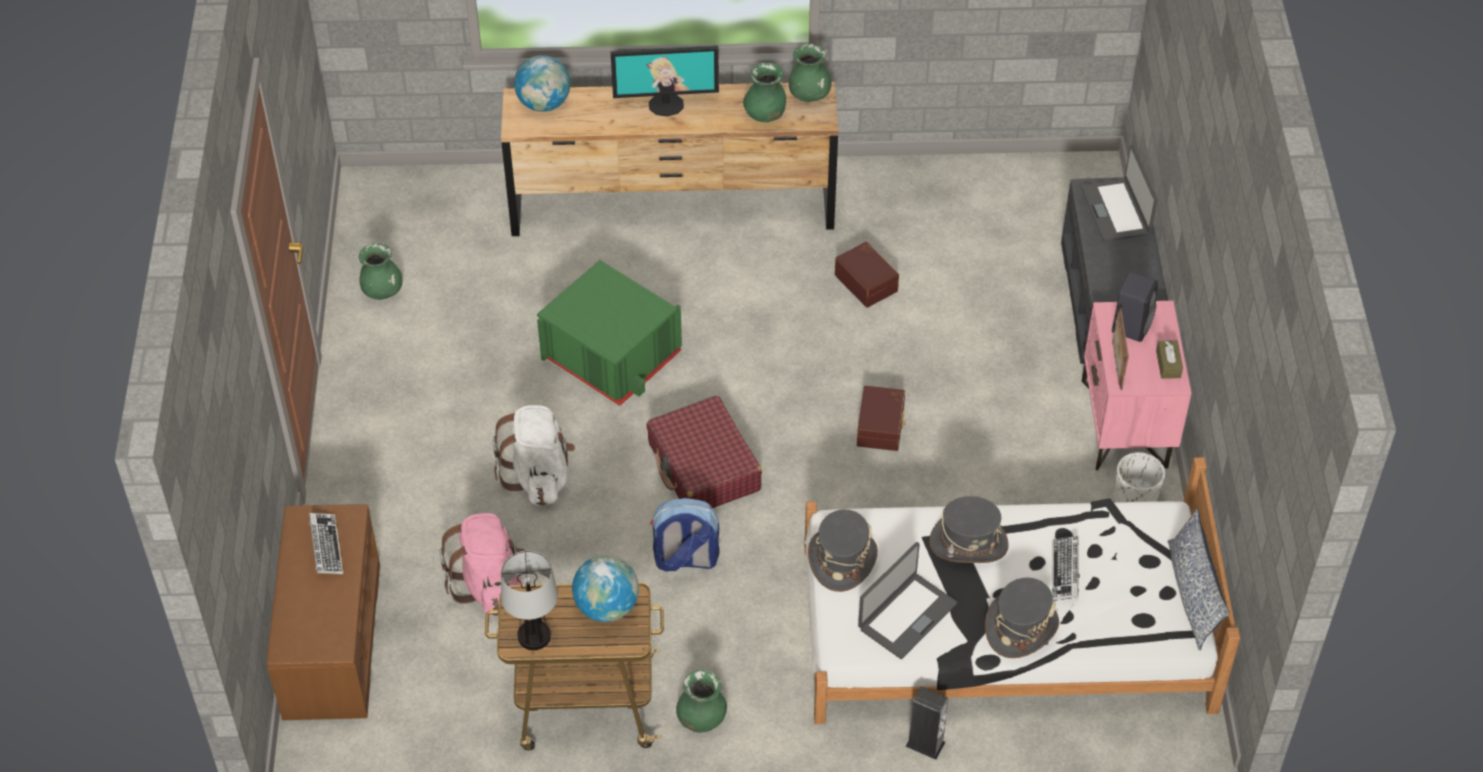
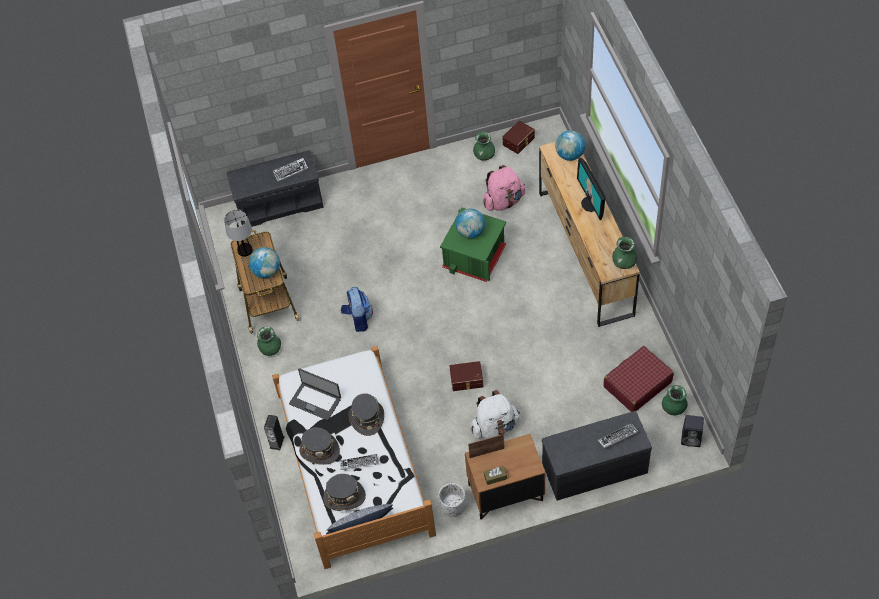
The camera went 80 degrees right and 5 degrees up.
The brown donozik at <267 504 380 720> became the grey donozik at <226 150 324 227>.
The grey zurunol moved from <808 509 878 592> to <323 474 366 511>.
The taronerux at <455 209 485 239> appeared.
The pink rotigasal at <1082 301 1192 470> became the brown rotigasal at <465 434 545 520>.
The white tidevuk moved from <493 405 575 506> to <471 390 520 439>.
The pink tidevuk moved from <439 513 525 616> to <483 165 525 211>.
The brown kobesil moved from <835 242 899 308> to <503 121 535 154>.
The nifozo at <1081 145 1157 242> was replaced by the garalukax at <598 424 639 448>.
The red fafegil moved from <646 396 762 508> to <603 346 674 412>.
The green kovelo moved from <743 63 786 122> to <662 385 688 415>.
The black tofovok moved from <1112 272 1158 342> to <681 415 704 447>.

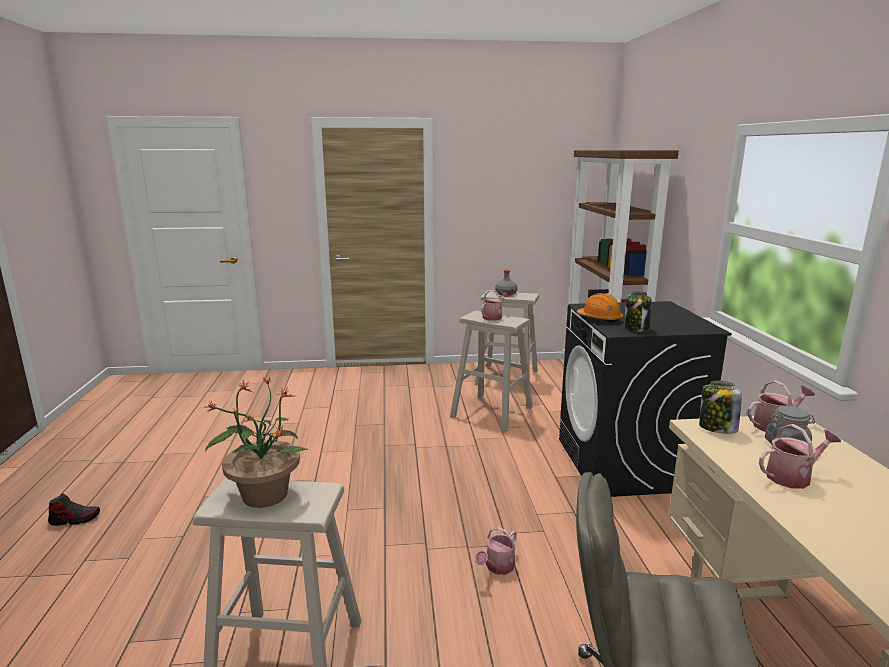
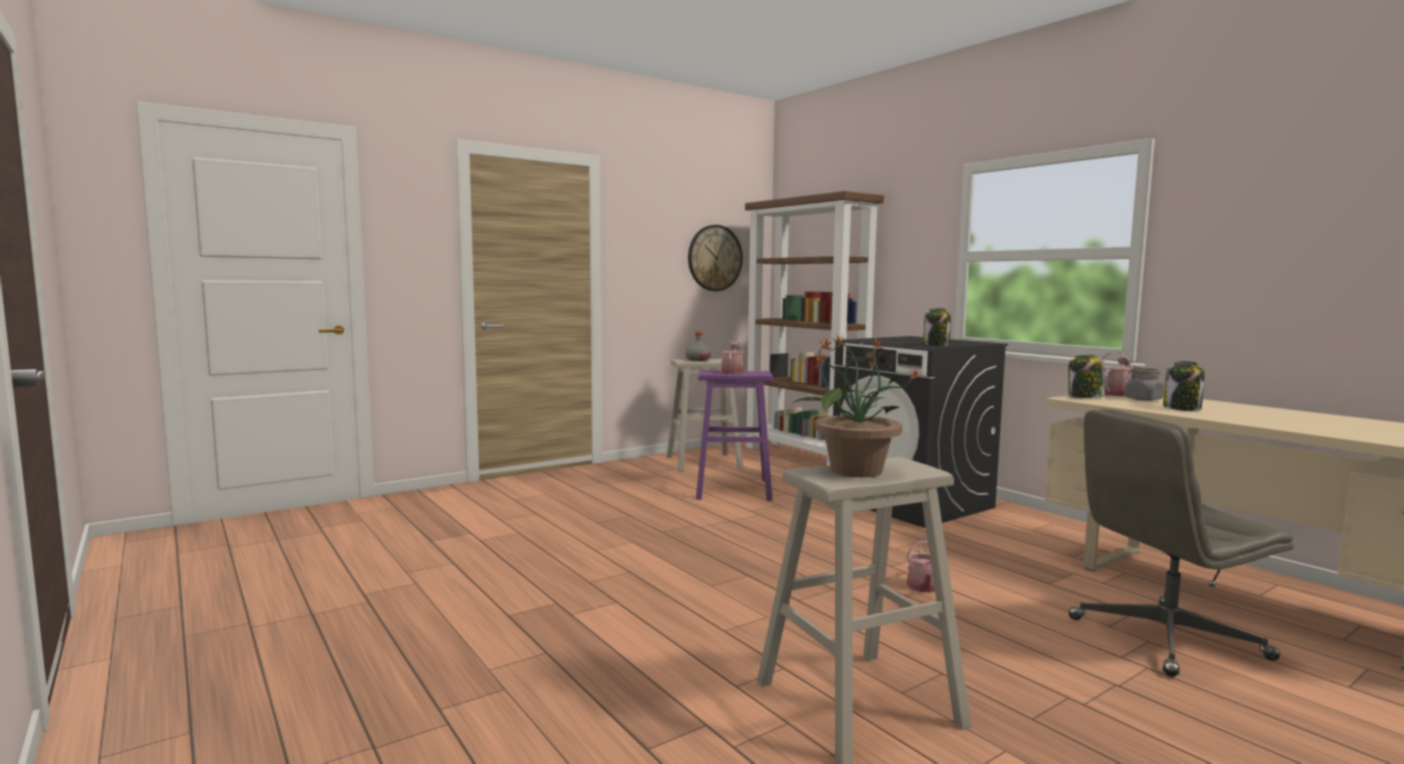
The camera went 30 degrees left and 10 degrees down.
The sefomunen at <688 225 743 291> appeared.
The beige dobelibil at <450 311 533 432> became the purple dobelibil at <696 370 773 501>.
The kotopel at <759 424 841 489> was replaced by the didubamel at <1163 361 1205 411>.
The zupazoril at <48 493 100 526> disappeared.
The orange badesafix at <577 293 623 323> disappeared.

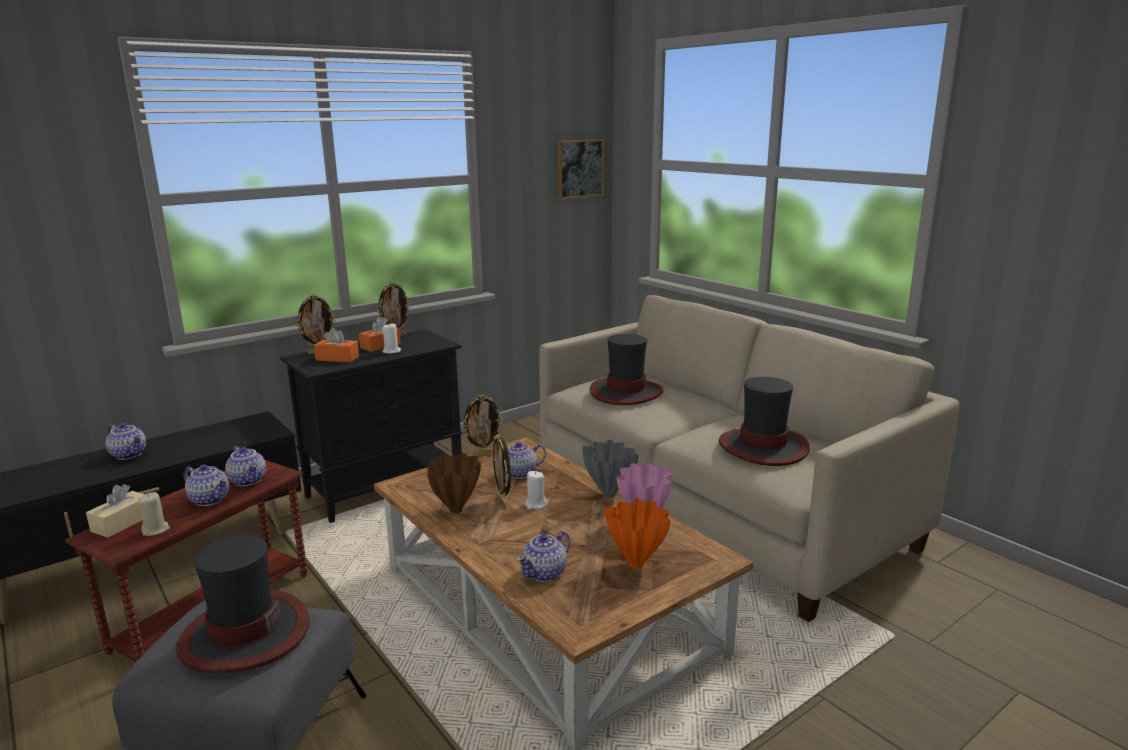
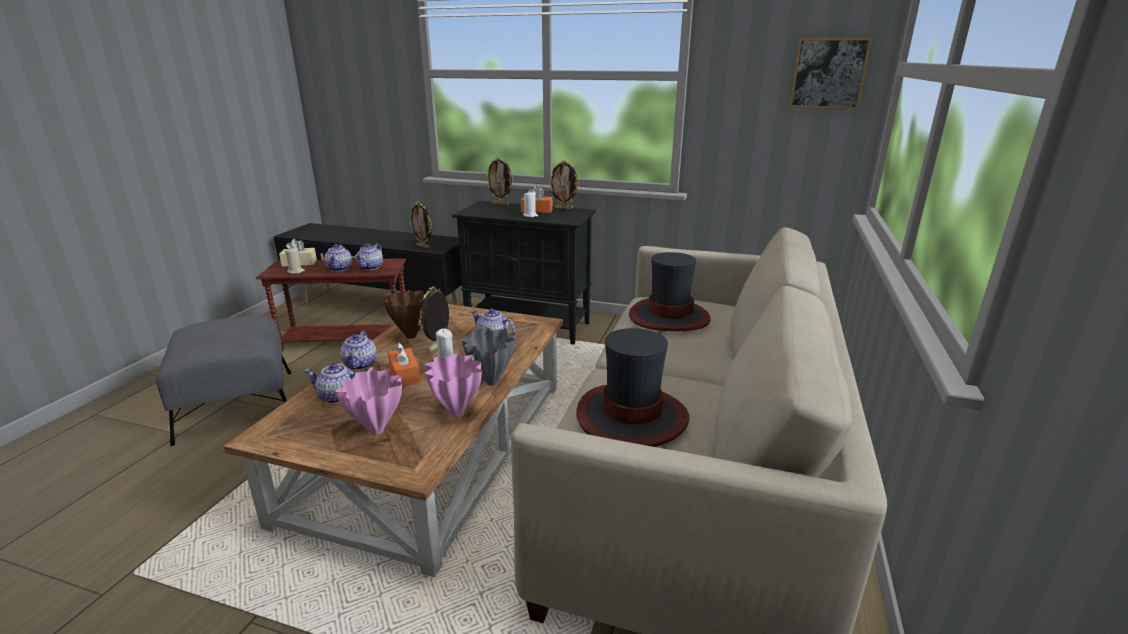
The camera went 55 degrees right and 5 degrees up.
The orange kovelo at <604 498 671 569> became the pink kovelo at <335 367 402 435>.
The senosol moved from <106 423 146 460> to <340 331 377 370>.
The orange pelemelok moved from <314 328 359 362> to <388 342 421 386>.
The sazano moved from <462 395 503 456> to <409 202 432 249>.
The zurunol at <176 535 310 673> disappeared.

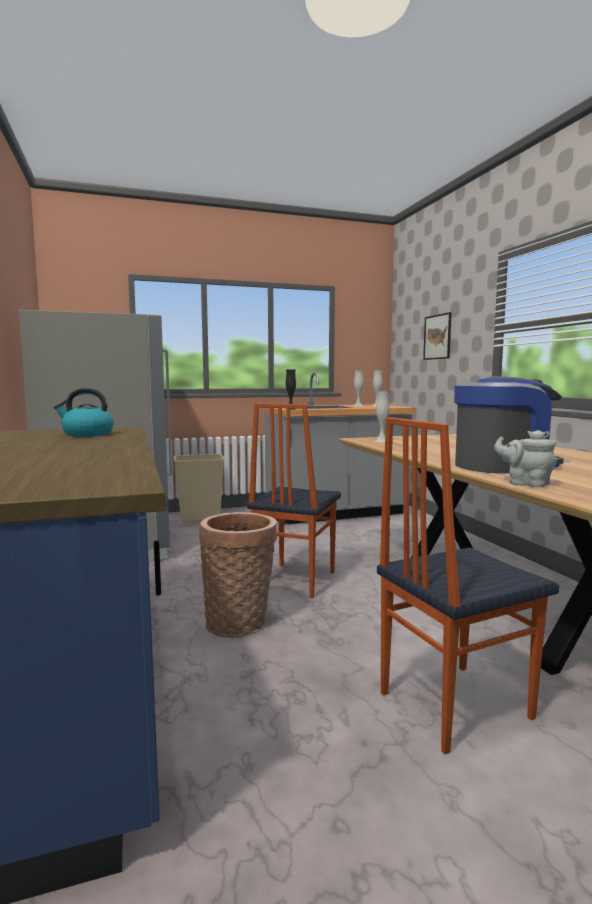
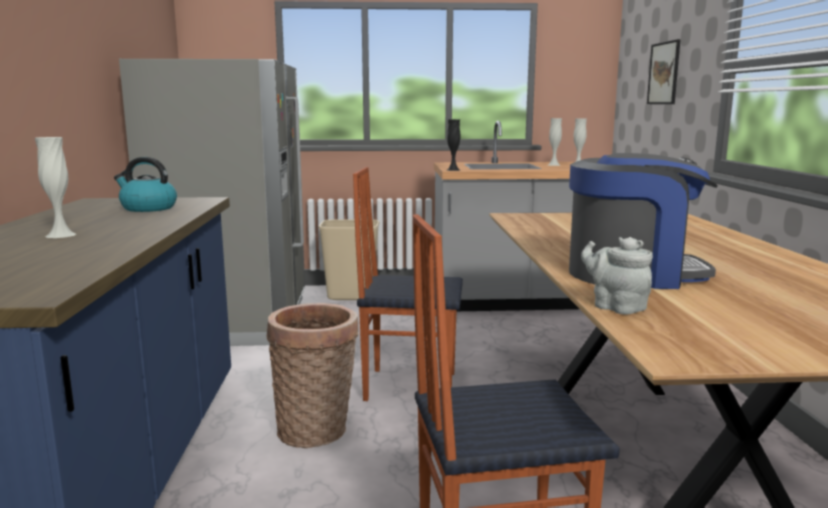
The camera went 15 degrees right and 5 degrees up.
The white kovelo moved from <375 392 389 442> to <35 137 76 238>.
The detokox at <247 403 341 598> turned 60 degrees clockwise.

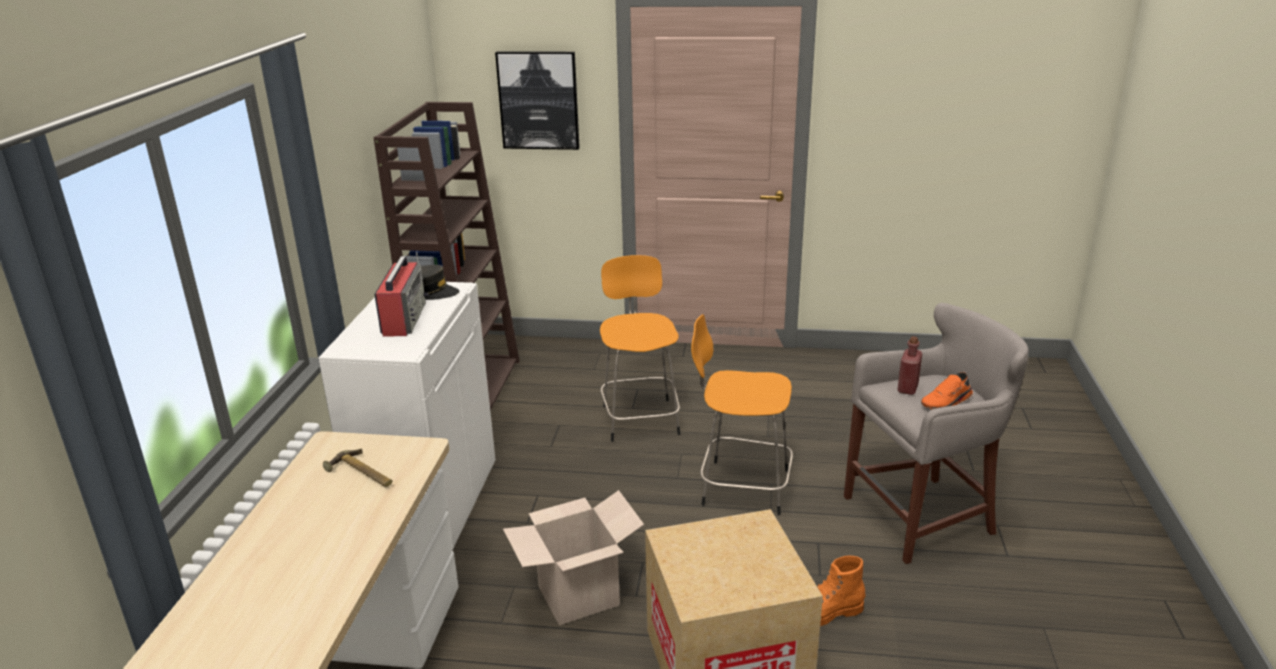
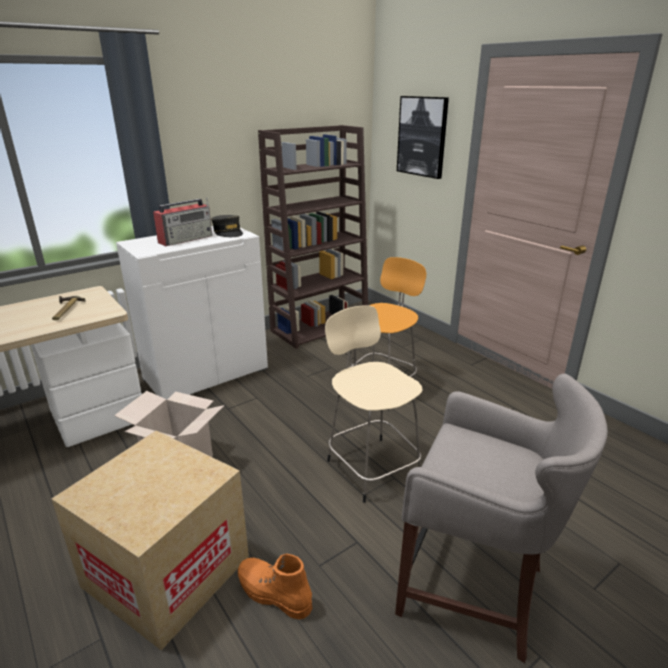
The camera went 45 degrees right and 0 degrees up.
The orange dobelibil at <691 314 793 515> became the beige dobelibil at <325 306 423 503>.
The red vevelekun at <897 336 922 395> disappeared.
The orange zupazoril at <921 372 973 410> disappeared.

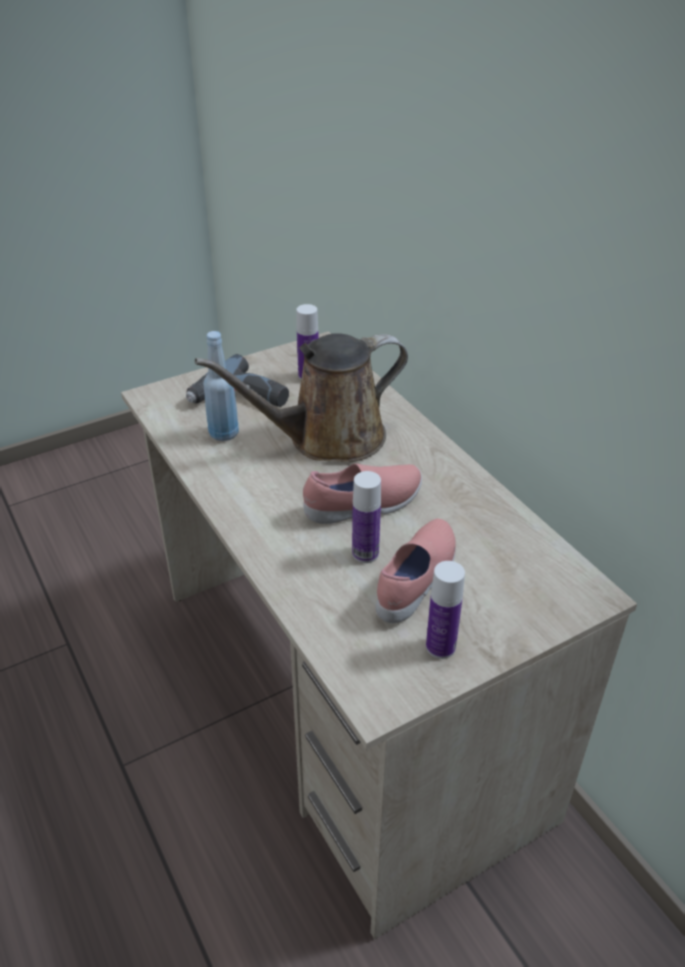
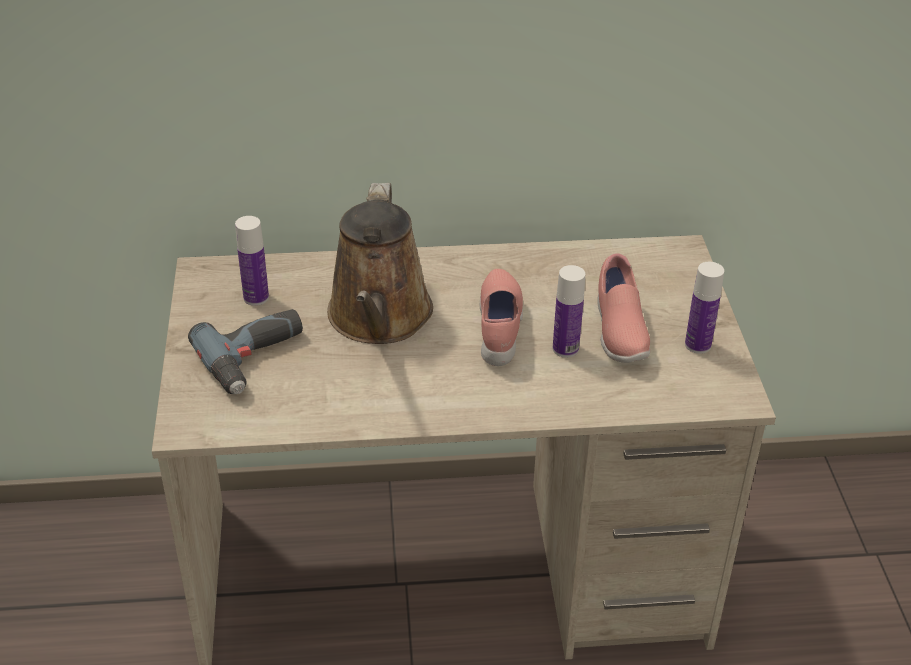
The camera went 65 degrees left and 0 degrees up.
The pink zupazoril at <375 519 456 623> turned 150 degrees counterclockwise.
The blue vevelekun at <203 331 239 441> disappeared.

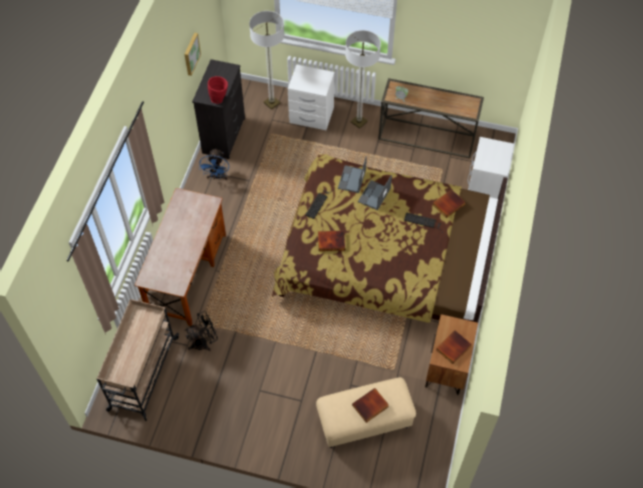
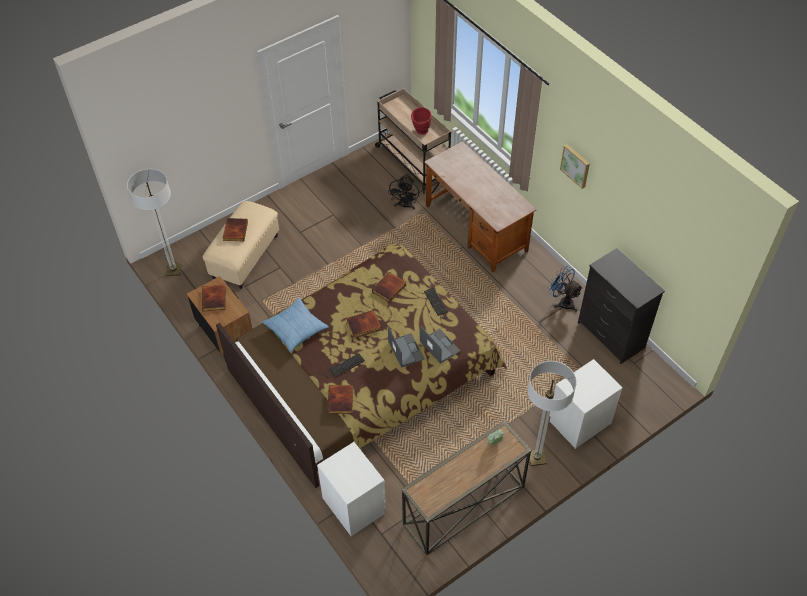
The camera went 130 degrees right and 5 degrees down.
The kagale moved from <249 11 284 109> to <127 169 181 276>.
The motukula at <262 297 329 353> appeared.
The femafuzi at <347 310 382 338> appeared.
The red kovelo moved from <208 76 228 104> to <411 107 431 135>.
The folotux moved from <185 33 201 76> to <560 144 590 189>.

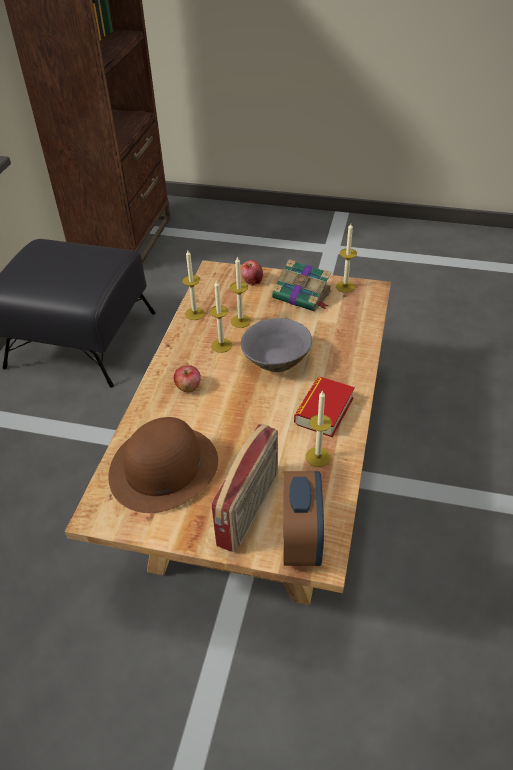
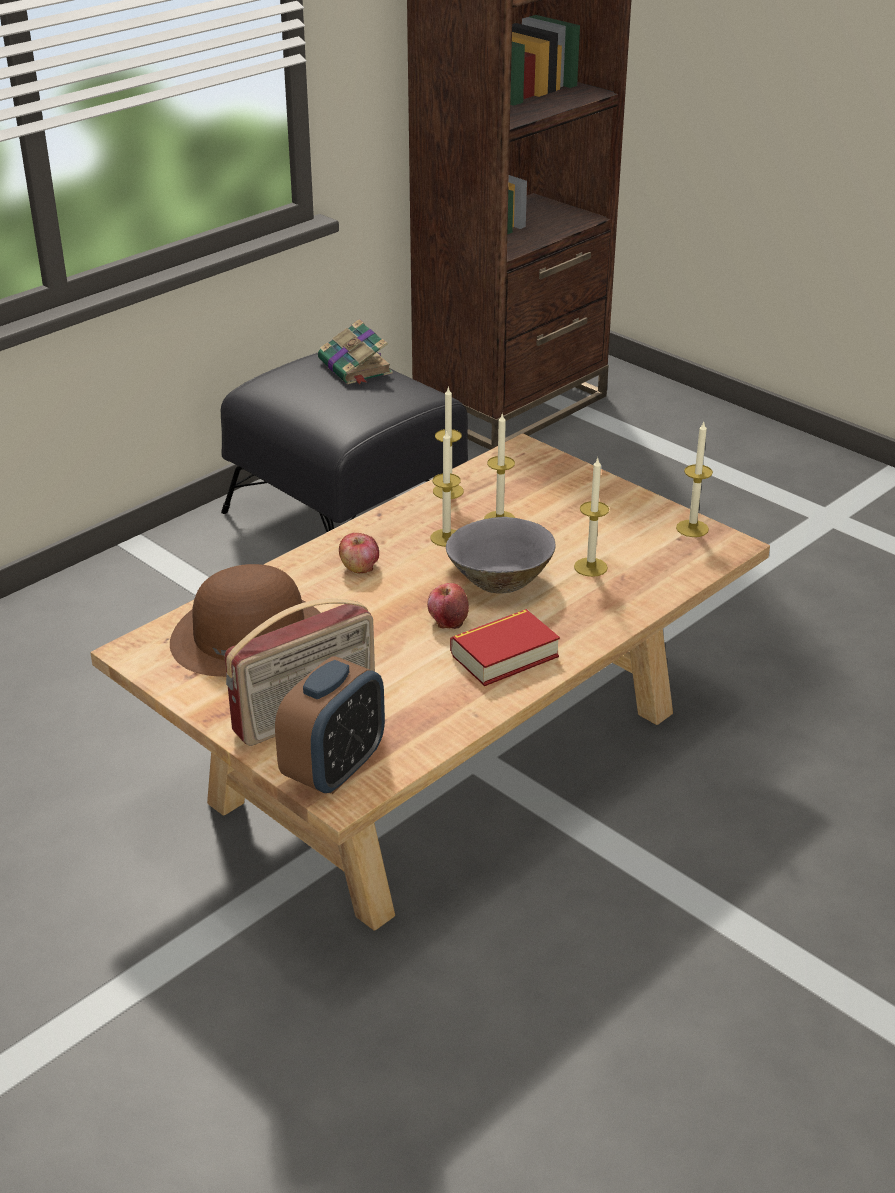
The camera went 30 degrees right and 10 degrees down.
The femafuzi moved from <272 259 332 312> to <318 319 393 384>.
The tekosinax moved from <241 260 263 286> to <427 583 469 629>.
The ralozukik moved from <306 390 332 467> to <574 457 609 577>.

